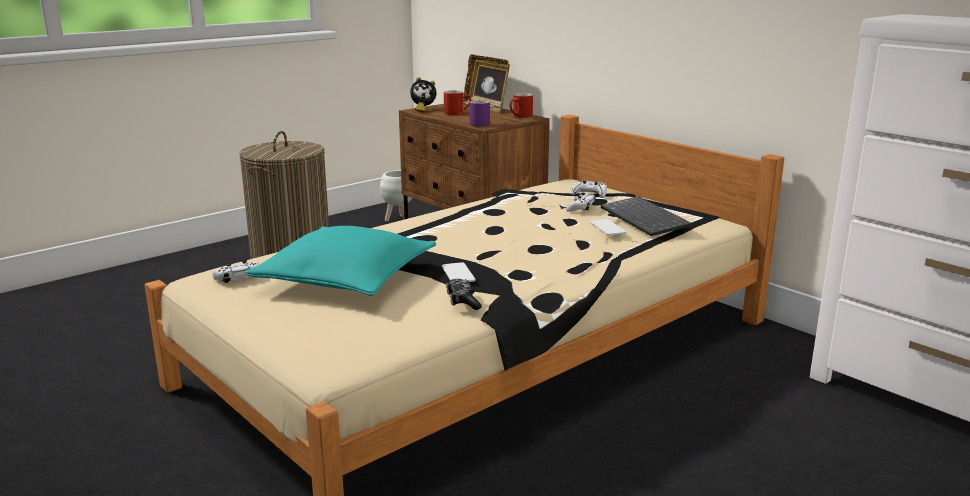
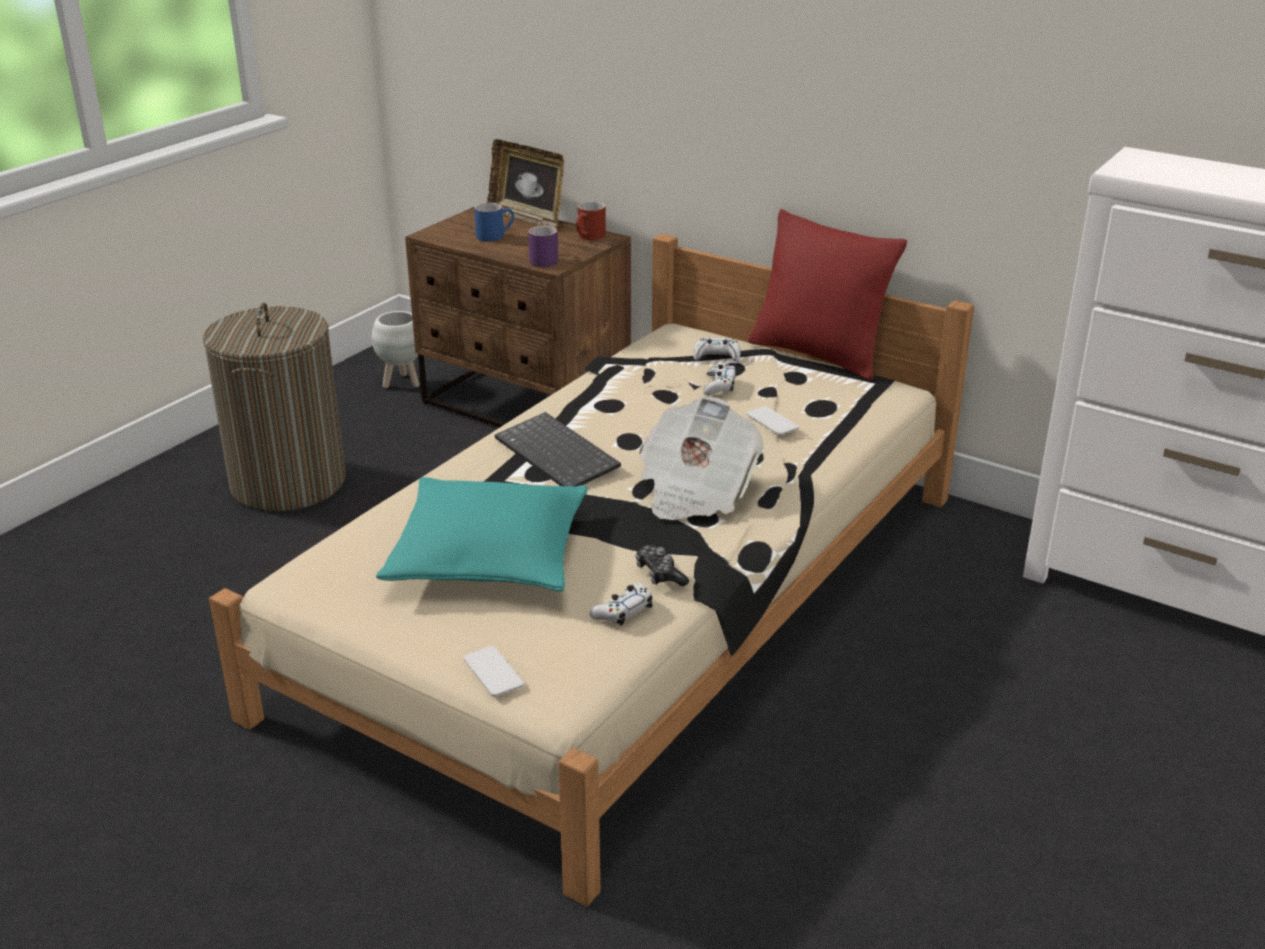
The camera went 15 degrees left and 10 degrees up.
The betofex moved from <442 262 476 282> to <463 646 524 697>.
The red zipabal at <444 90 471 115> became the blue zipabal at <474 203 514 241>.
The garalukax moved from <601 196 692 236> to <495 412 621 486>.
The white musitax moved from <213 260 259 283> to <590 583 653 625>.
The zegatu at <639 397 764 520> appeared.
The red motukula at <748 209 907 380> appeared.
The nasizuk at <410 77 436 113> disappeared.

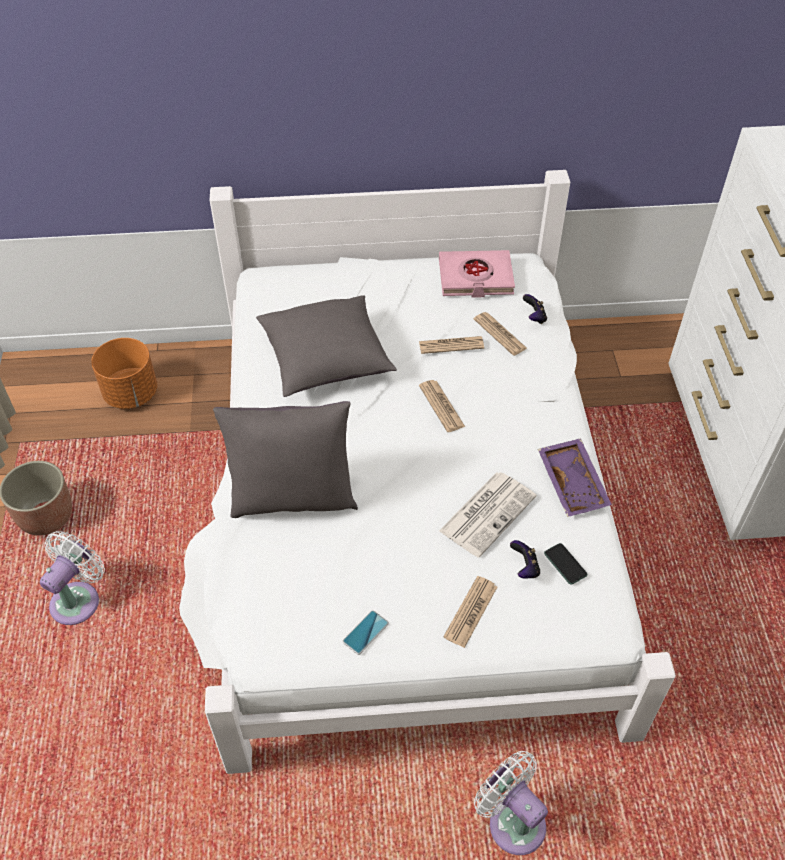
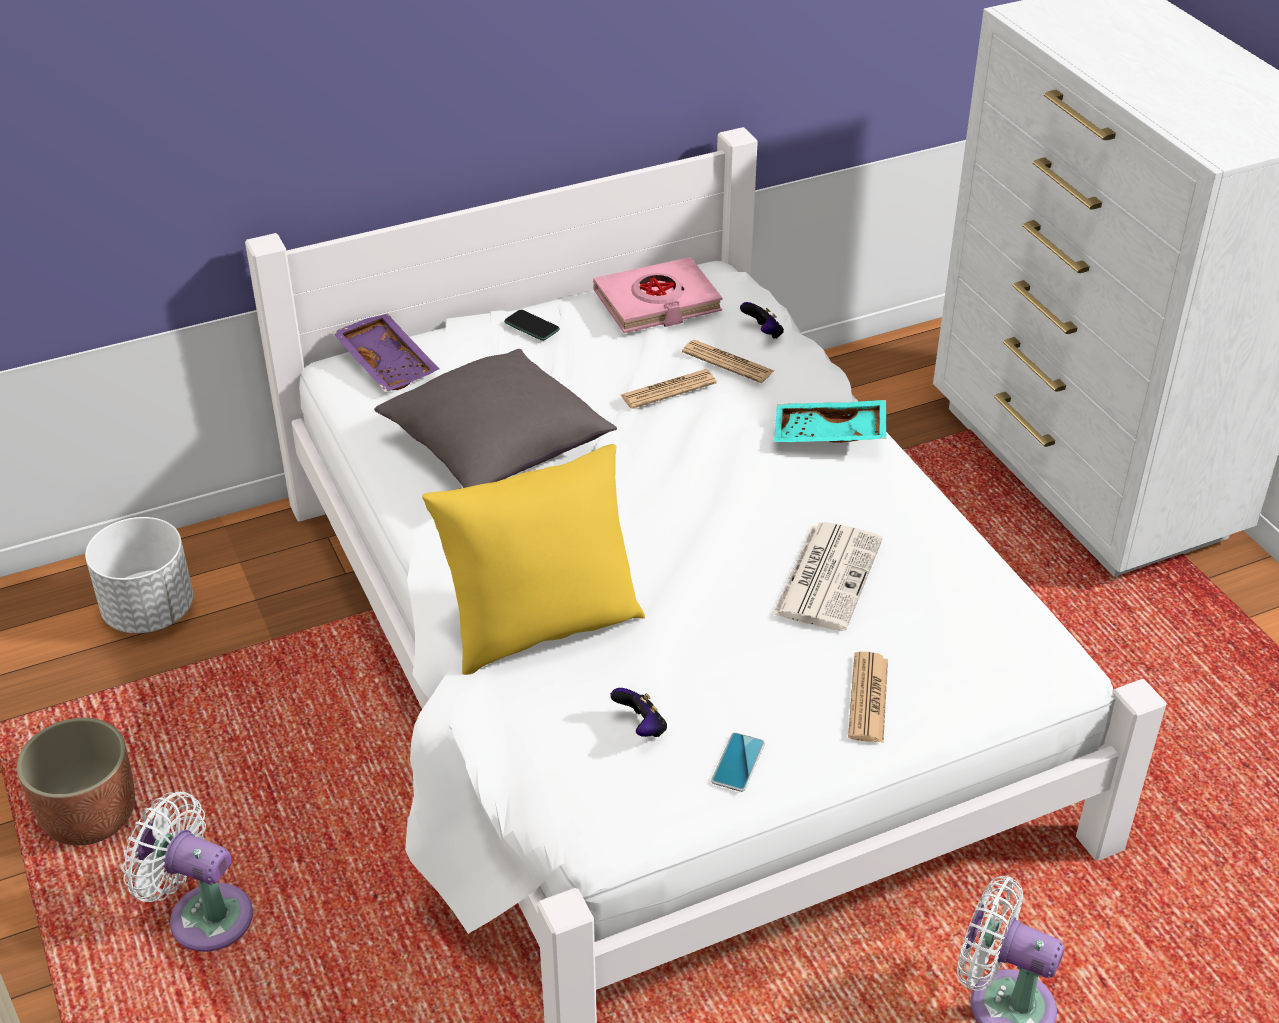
The camera went 20 degrees left and 10 degrees down.
The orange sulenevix at <91 338 157 409> became the white sulenevix at <85 517 193 634>.
The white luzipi at <40 531 105 625> turned 75 degrees counterclockwise.
The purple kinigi moved from <538 438 612 517> to <332 314 439 393>.
The grey motukula at <213 401 358 518> became the yellow motukula at <422 444 645 675>.
The betofex moved from <544 543 588 585> to <504 310 560 341>.
The musitax moved from <510 540 540 579> to <610 688 667 737>.
The turquoise kinigi at <774 400 886 443> appeared.
The zegatu at <419 380 465 432> disappeared.

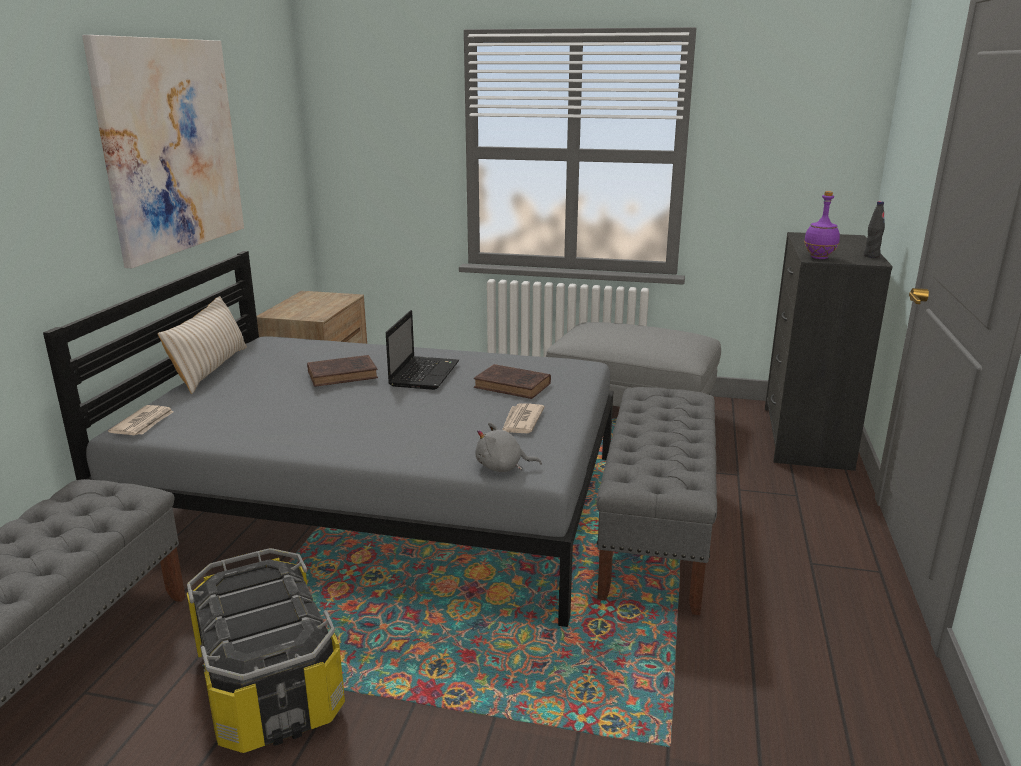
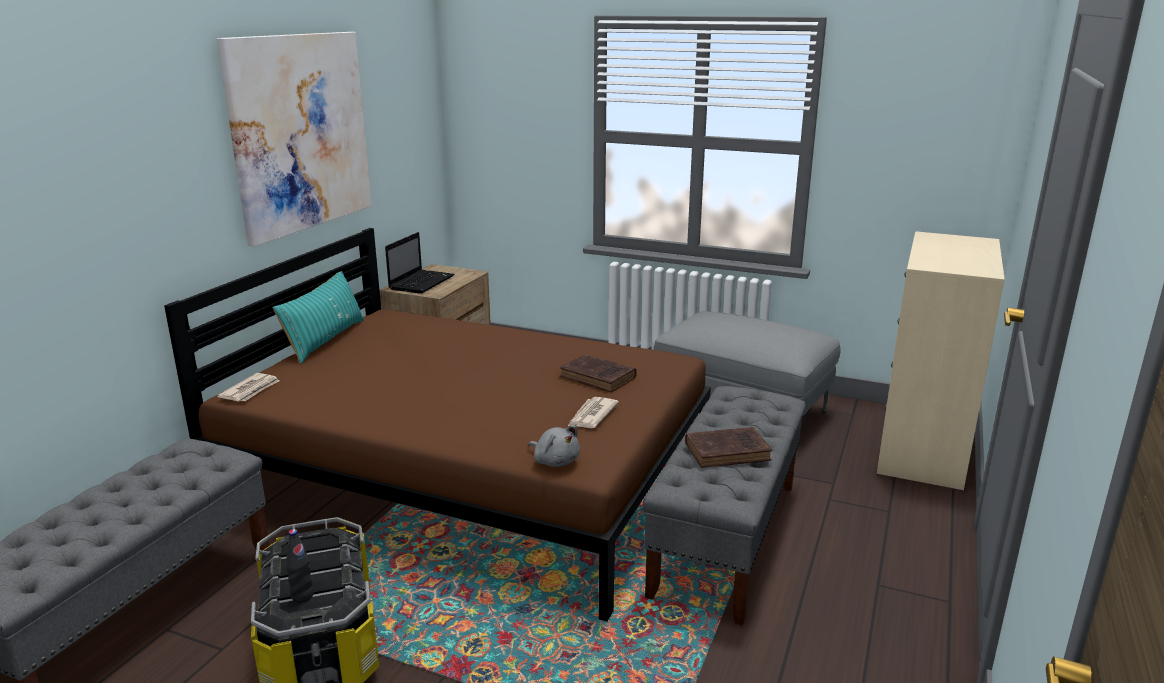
The camera went 10 degrees right and 0 degrees up.
The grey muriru at <43 251 613 627> became the brown muriru at <164 228 711 621>.
The beige motukula at <158 296 247 394> became the turquoise motukula at <273 271 364 364>.
The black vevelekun moved from <864 201 885 258> to <286 529 314 603>.
The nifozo moved from <386 310 459 390> to <385 232 454 294>.
The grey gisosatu at <475 422 542 472> turned 150 degrees counterclockwise.
The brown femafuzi moved from <307 355 378 387> to <685 427 772 468>.
The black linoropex at <765 232 893 471> became the beige linoropex at <877 231 1005 490>.
The purple vevelekun at <804 191 840 259> disappeared.

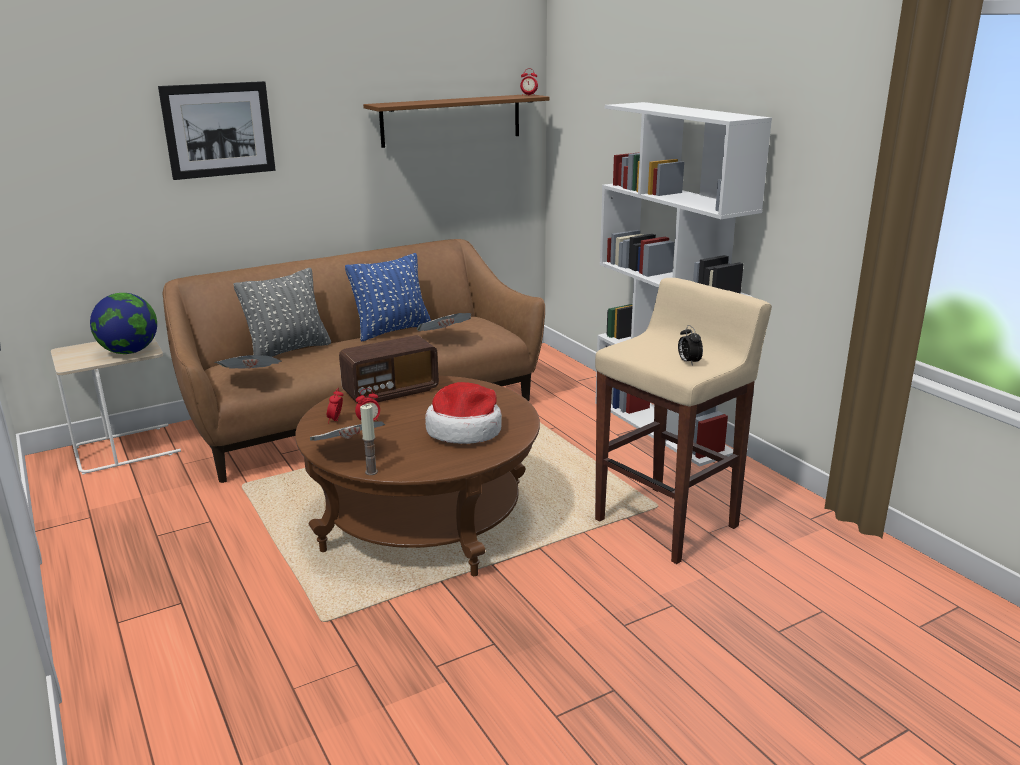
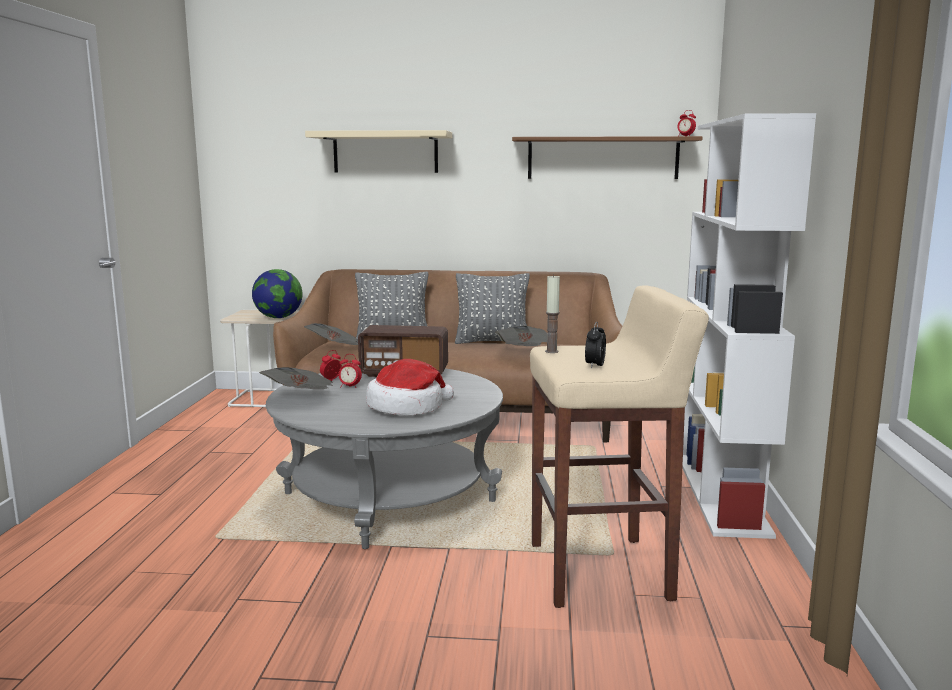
The camera went 35 degrees right and 10 degrees down.
The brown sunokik at <295 376 540 576> became the grey sunokik at <266 368 503 549>.
The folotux at <158 81 276 180> was replaced by the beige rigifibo at <305 130 452 173>.
The blue motukula at <345 253 431 342> became the grey motukula at <455 273 530 344>.
The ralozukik moved from <360 404 378 475> to <545 274 560 353>.

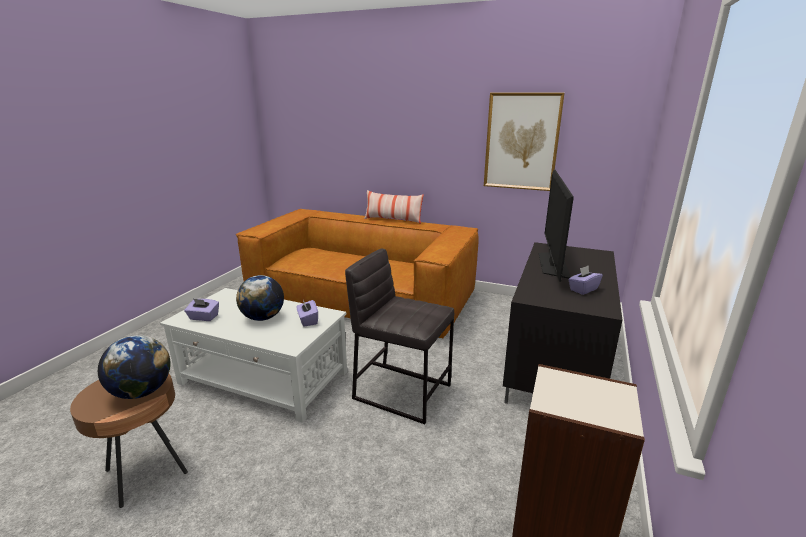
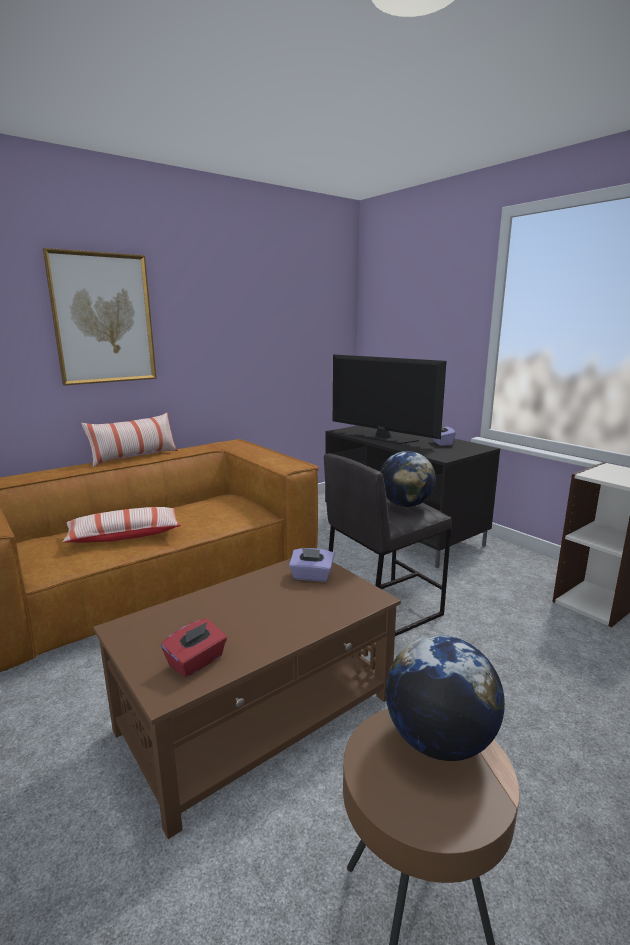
The camera went 60 degrees left and 5 degrees down.
The folotux moved from <484 93 565 191> to <43 248 157 386>.
The motukula at <63 507 181 543> appeared.
The white sunokik at <160 288 347 423> became the brown sunokik at <93 559 401 839>.
The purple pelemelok at <184 299 219 321> became the red pelemelok at <161 618 227 677>.
The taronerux moved from <236 275 284 321> to <380 451 436 507>.

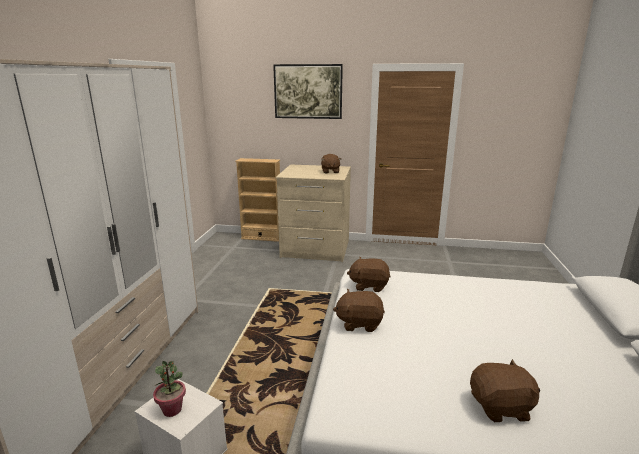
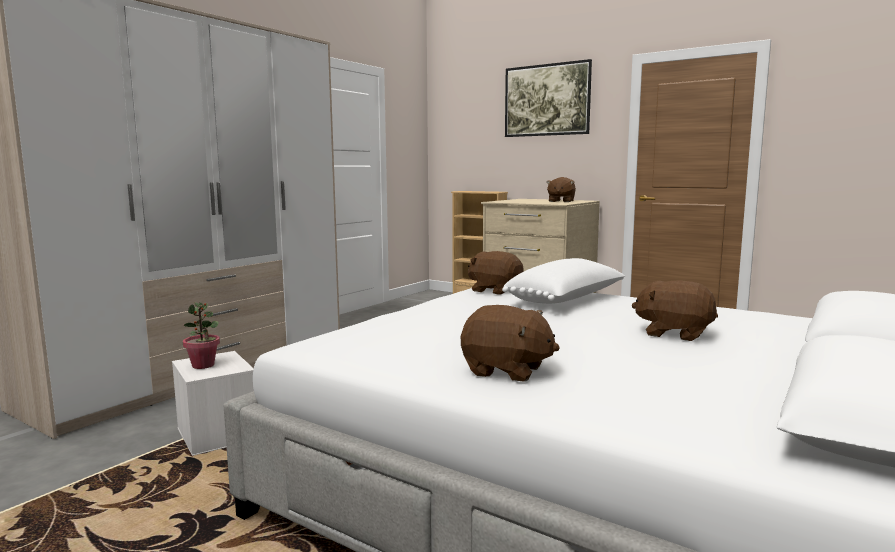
The camera went 25 degrees right and 10 degrees down.
The white motukula at <502 258 625 304> appeared.
The brown gisosatu moved from <333 289 385 332> to <632 280 718 341>.

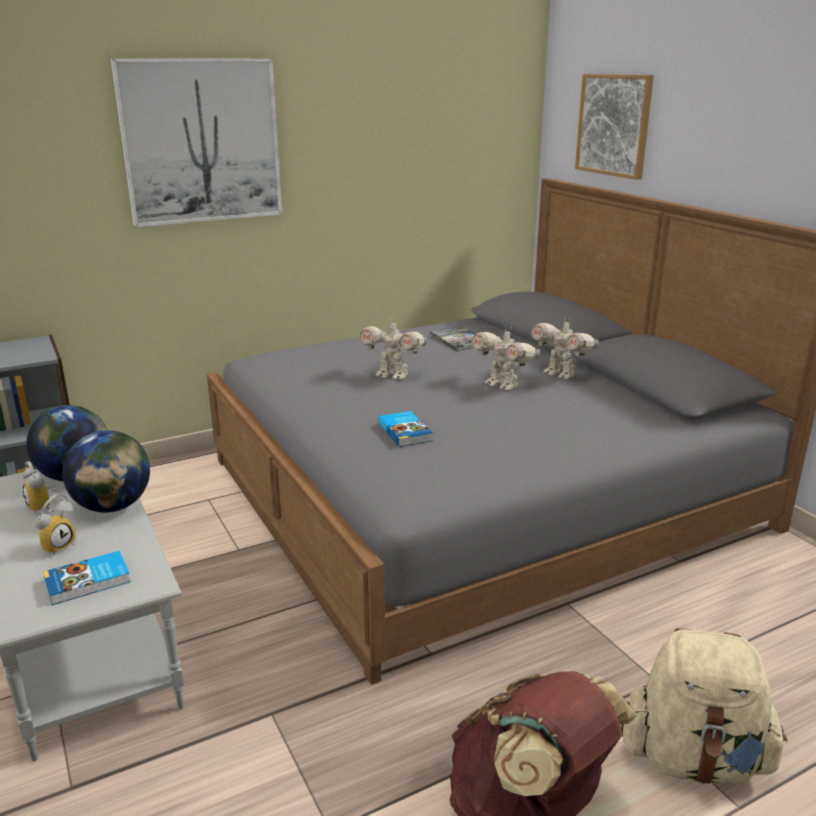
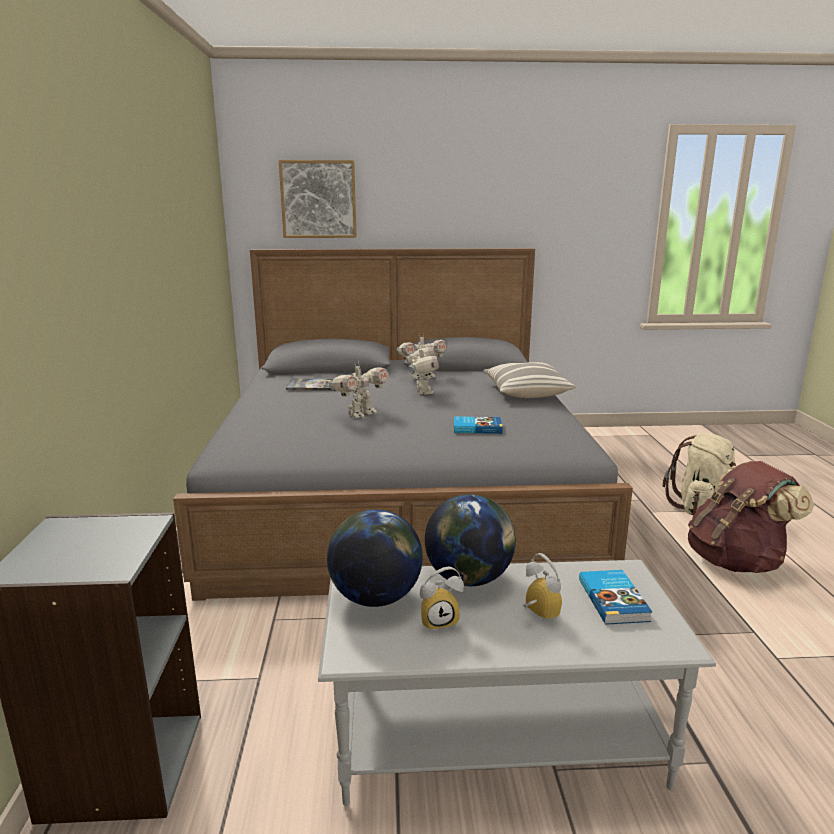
The camera went 65 degrees left and 5 degrees down.
The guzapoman at <471 327 540 390> turned 75 degrees counterclockwise.
The motukula at <484 362 575 398> appeared.
The folotux at <111 58 282 227> disappeared.

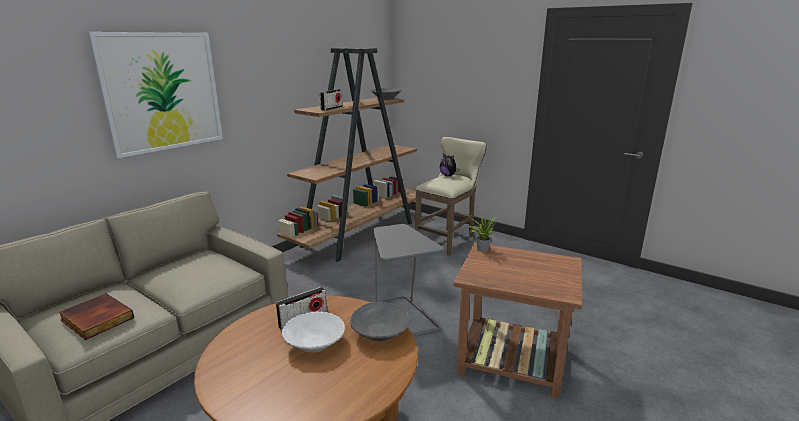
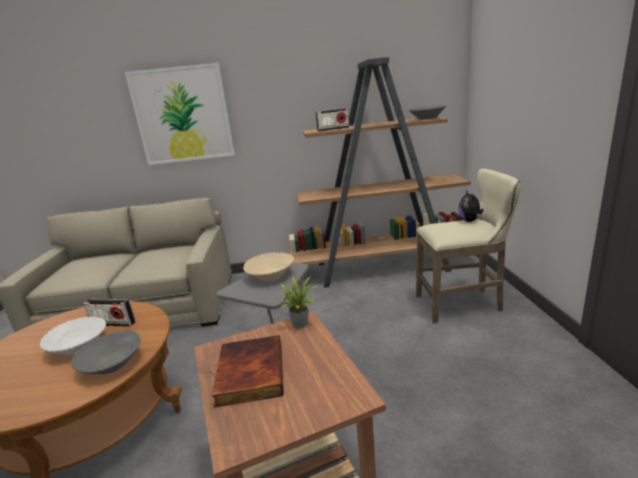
The camera went 50 degrees right and 0 degrees up.
The femafuzi moved from <58 293 134 340> to <212 335 284 408>.
The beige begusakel at <243 253 294 281> appeared.

